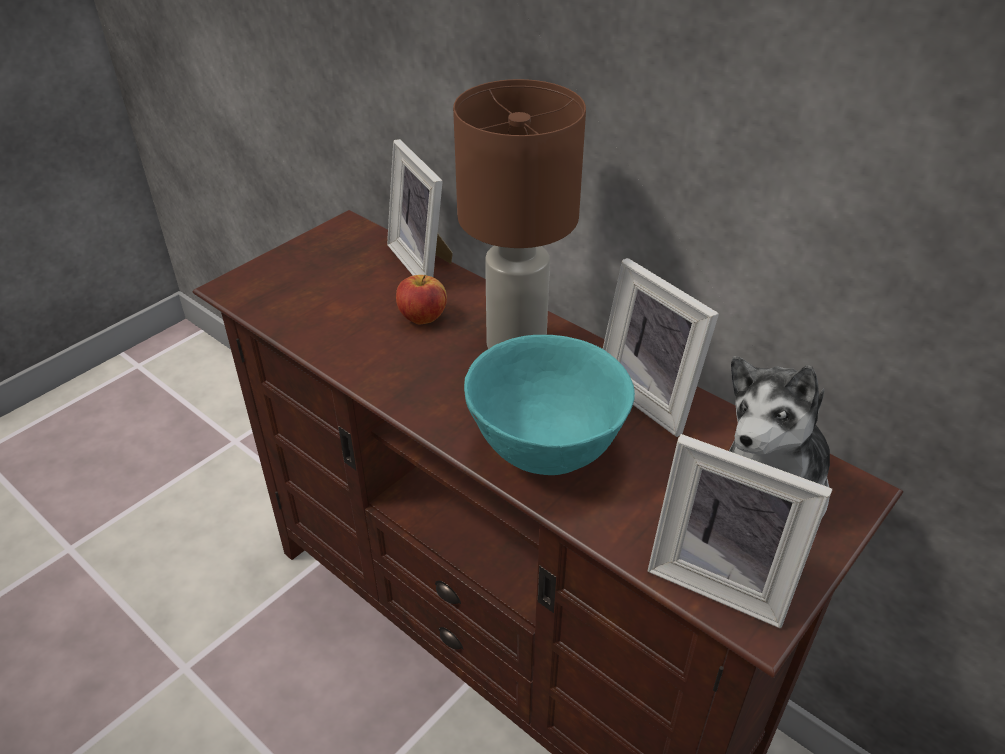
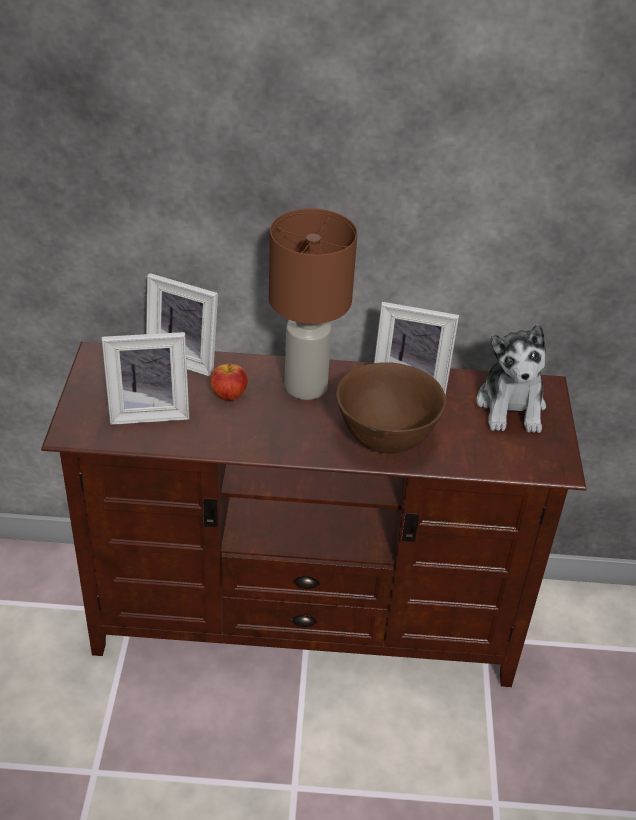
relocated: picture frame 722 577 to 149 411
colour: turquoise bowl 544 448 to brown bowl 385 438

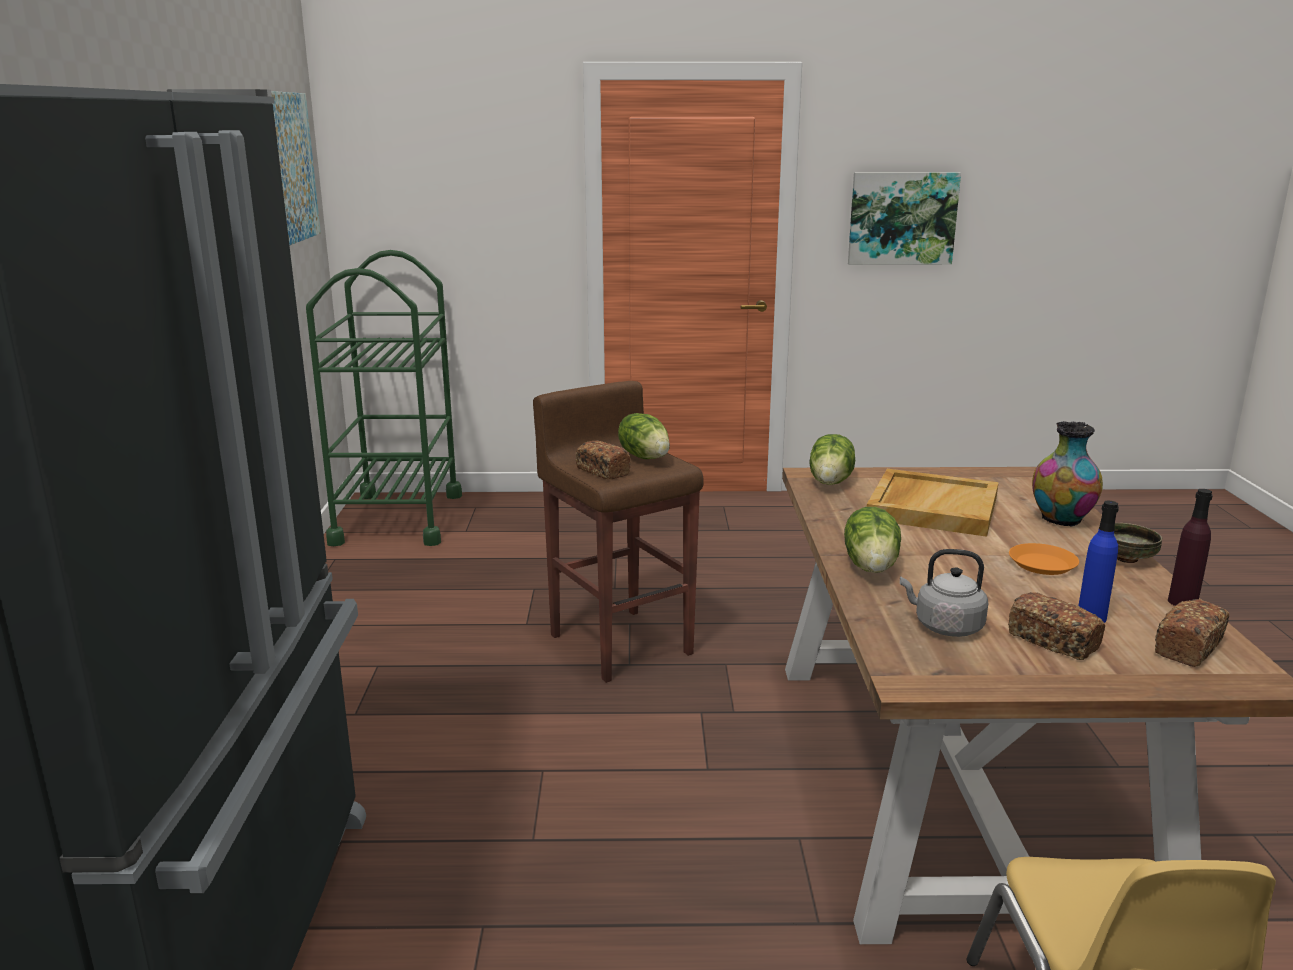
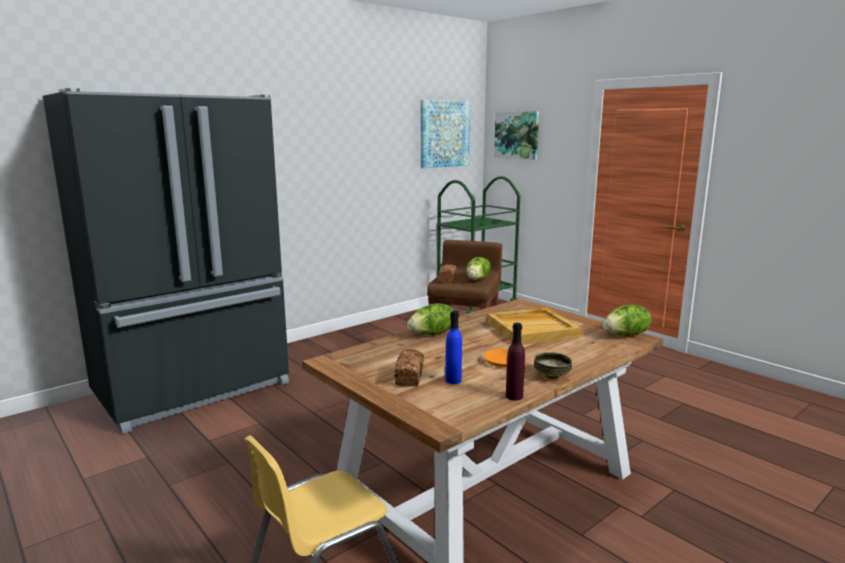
missing: grey kettle 944 626; vase 1061 520; bread 1188 647
relocated: lettuce 831 482 to 626 335; picture 902 218 to 517 135

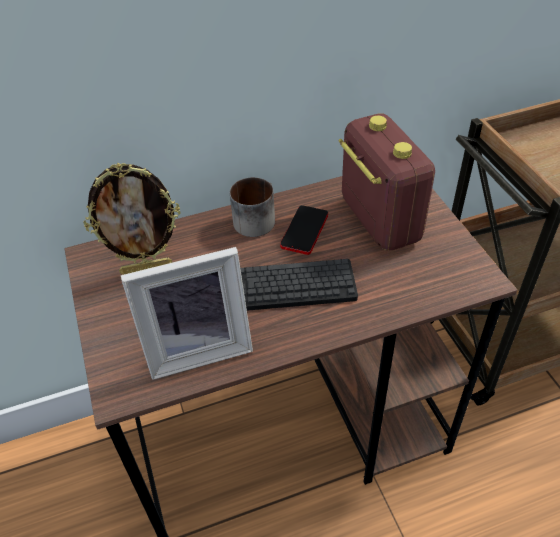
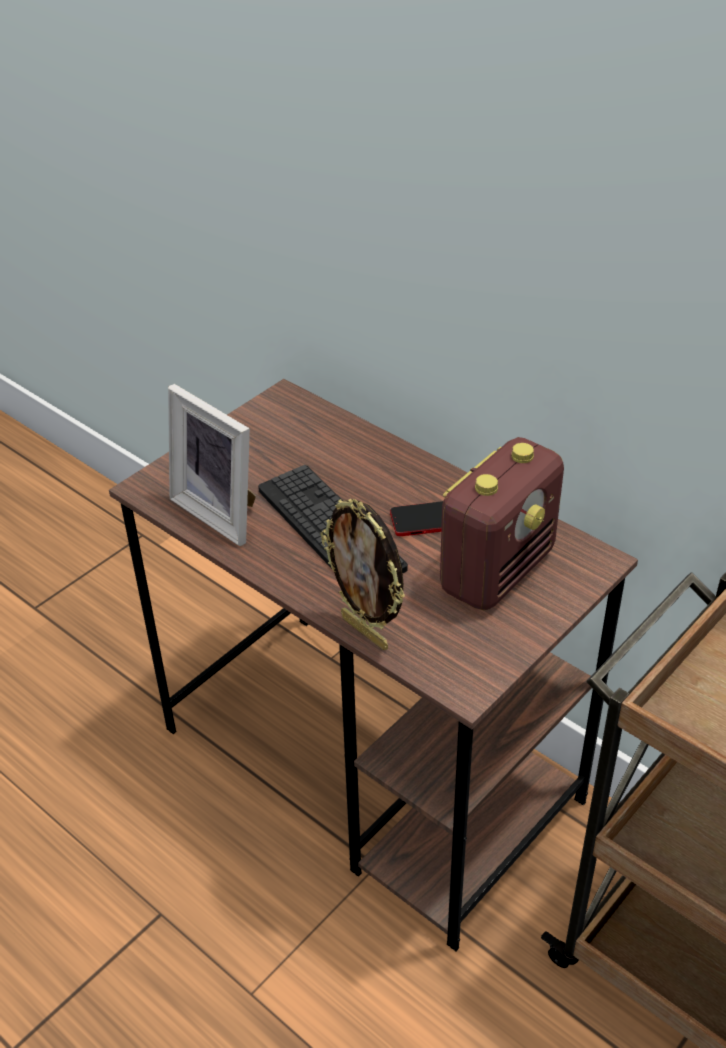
missing: mug 255 218
relocated: picture frame 147 268 to 366 632

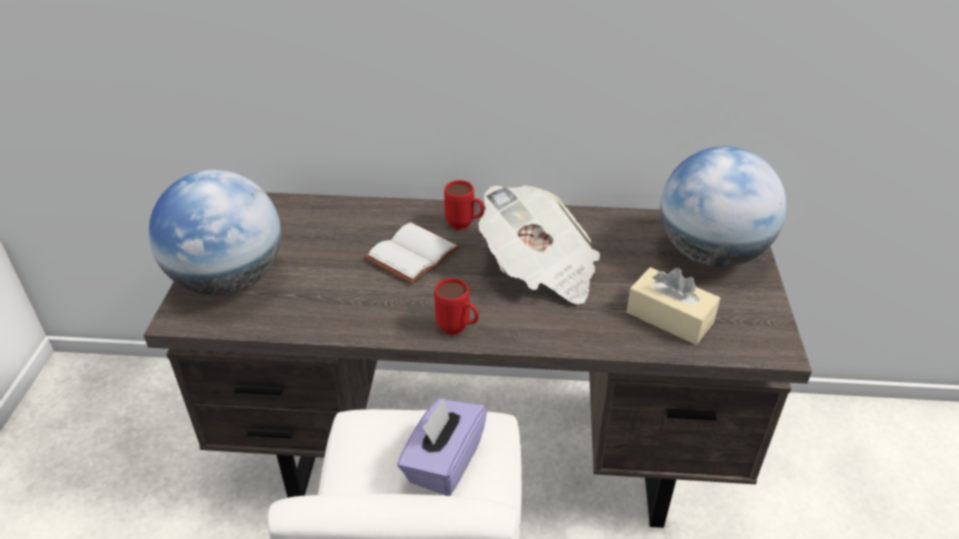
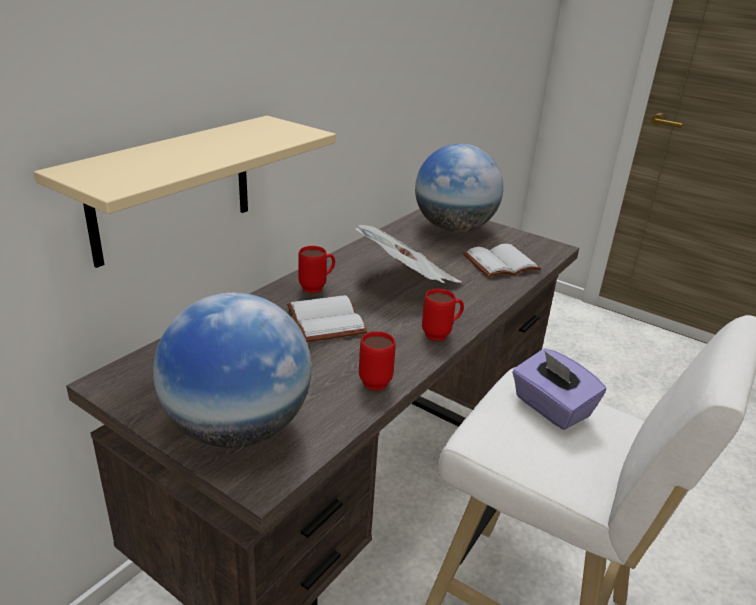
appeared: beige shelf 172 189; red mug 373 379
exchanged: beige tissue box 669 317 to white book 501 262

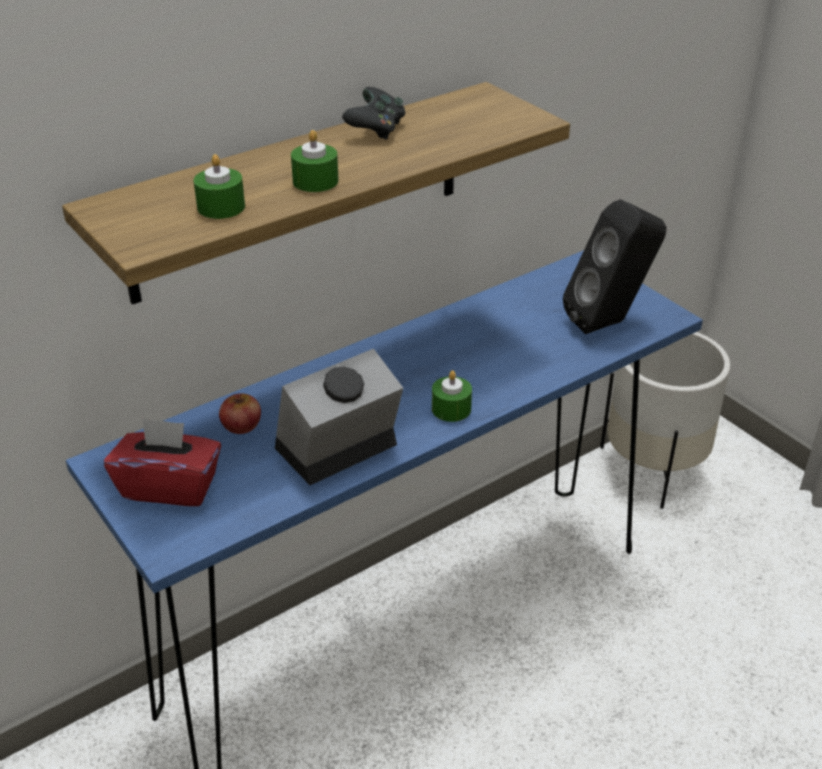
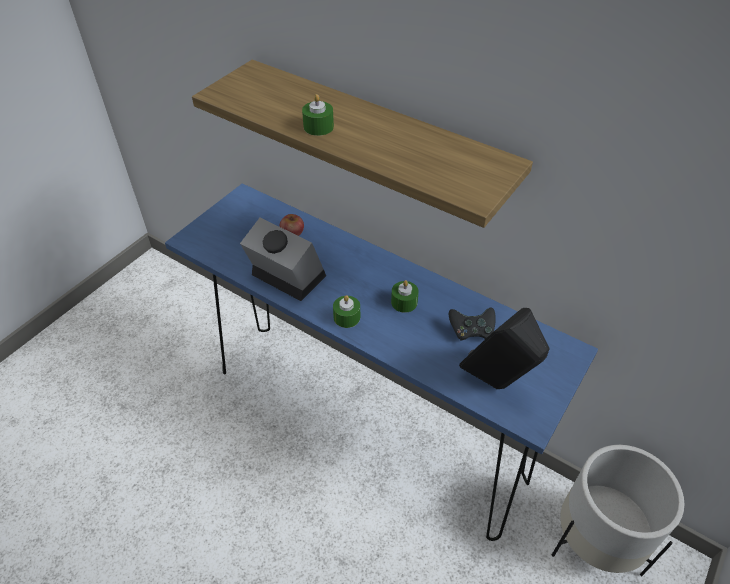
missing: red tissue box 170 486
relocated: green candle 221 207 to 404 302; black game controller 376 130 to 471 331

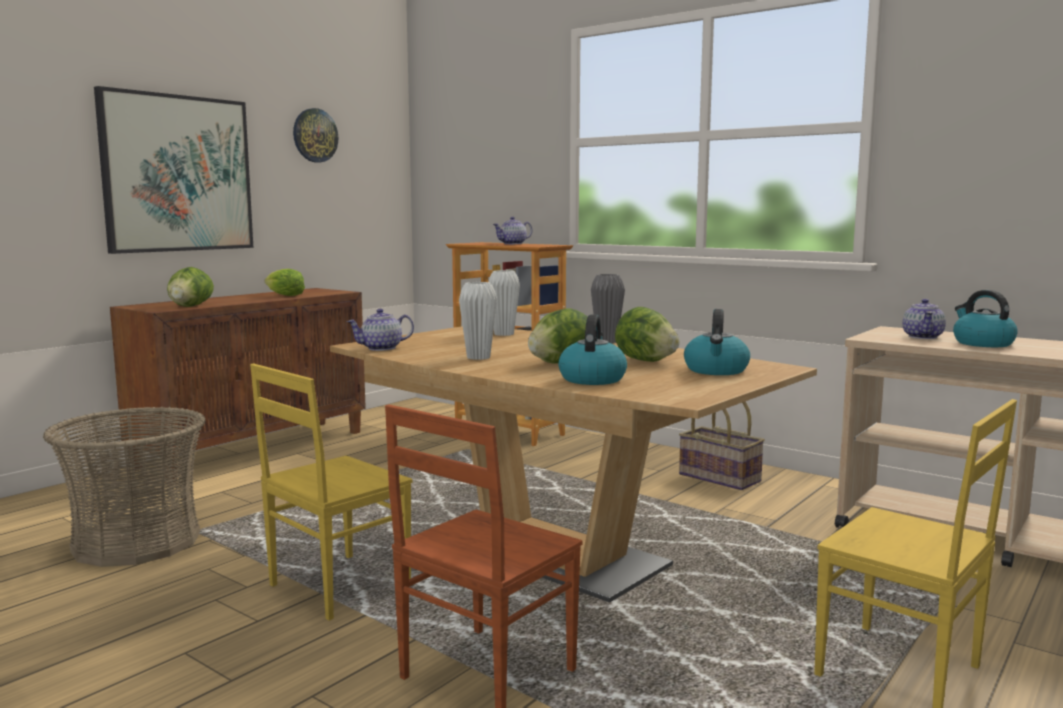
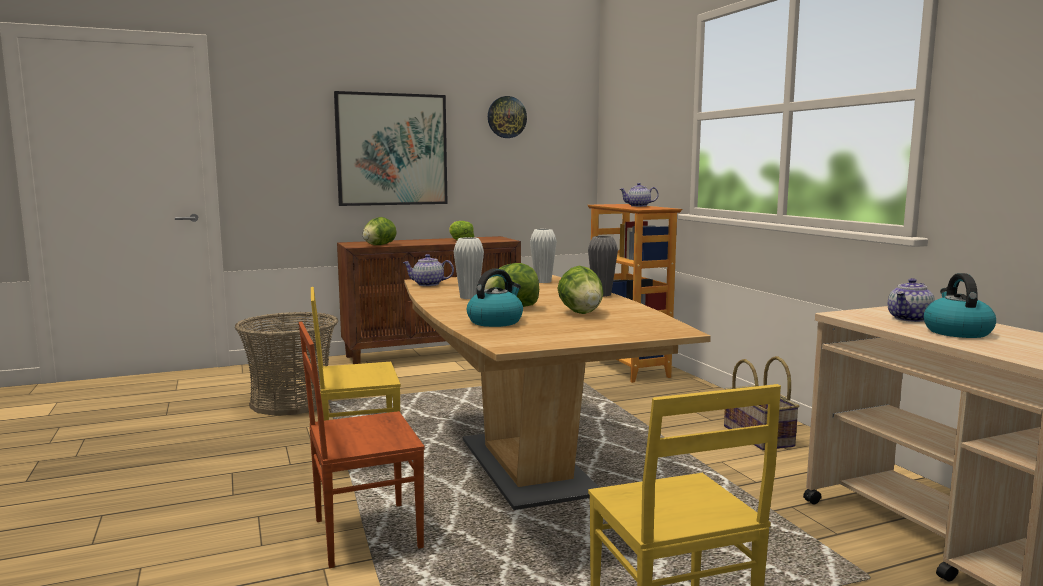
missing: kettle 716 370

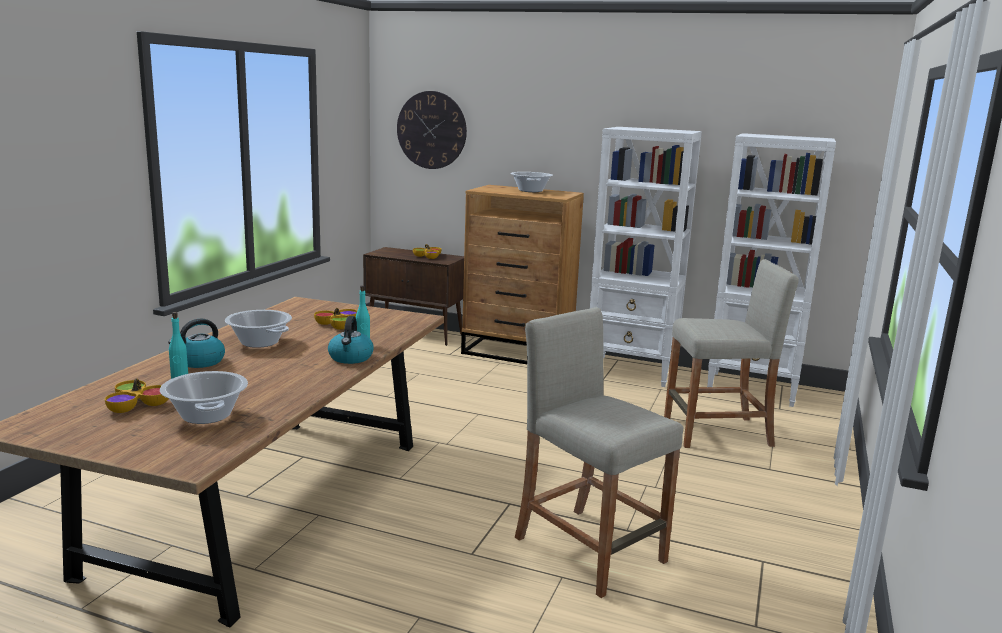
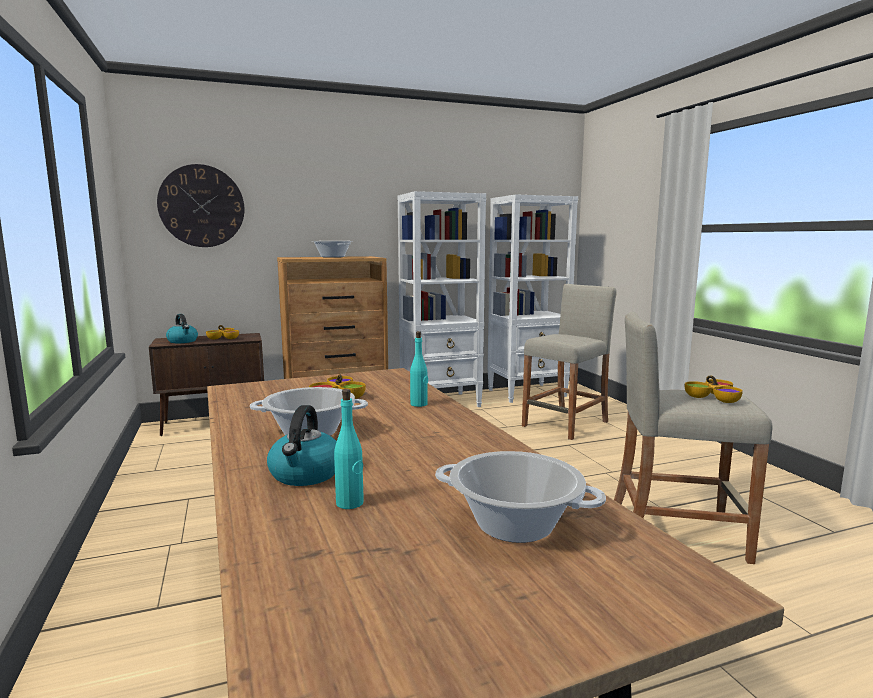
relocated: bowl 136 404 to 713 397; kettle 351 358 to 183 341

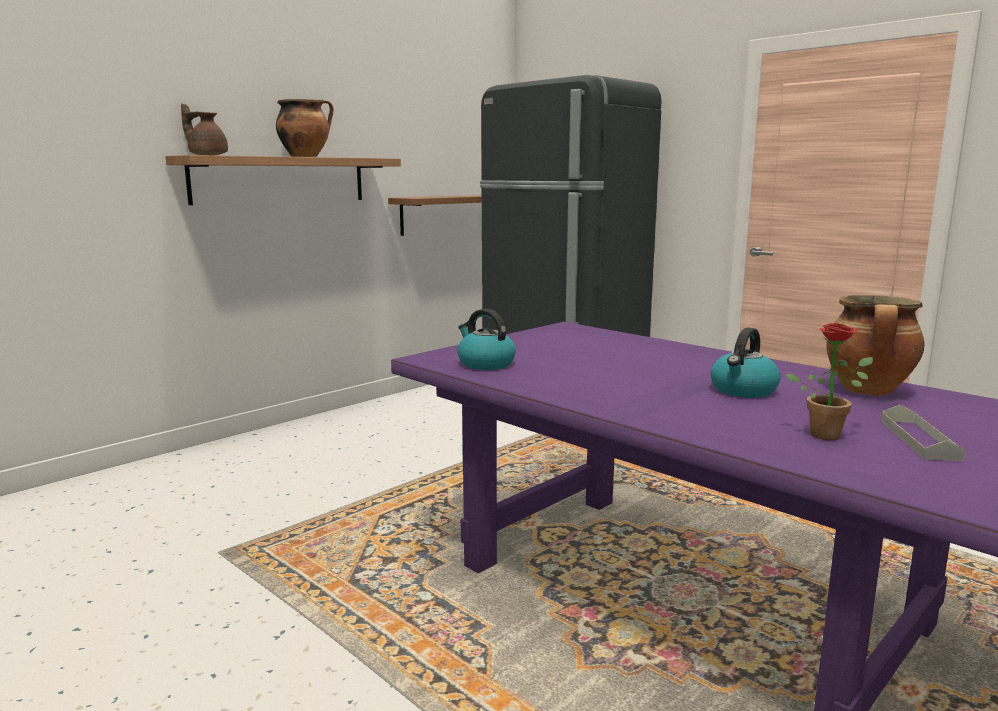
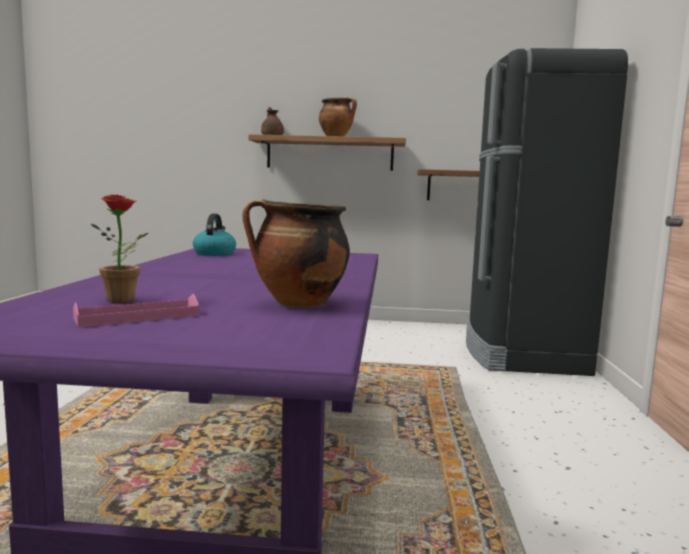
missing: kettle 743 390
colour: grey tray 919 439 to pink tray 138 317

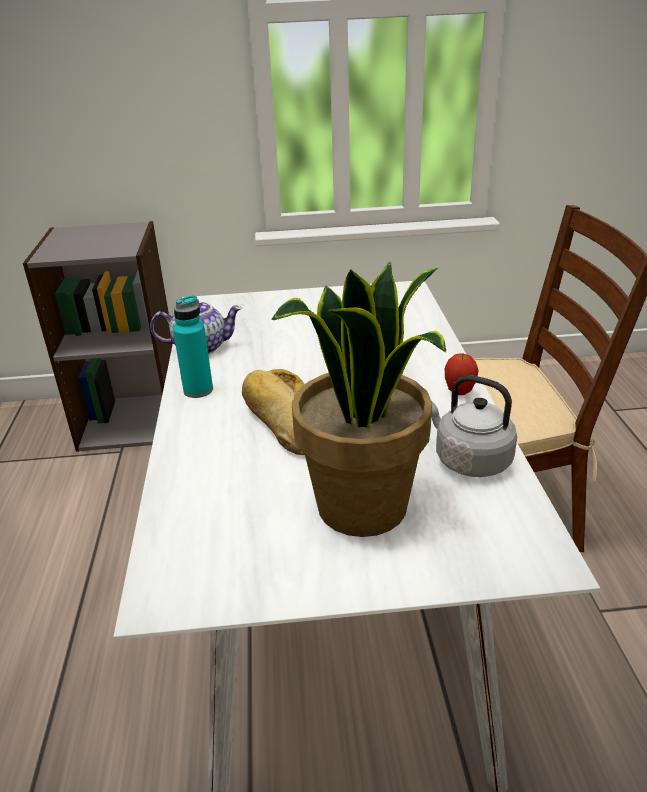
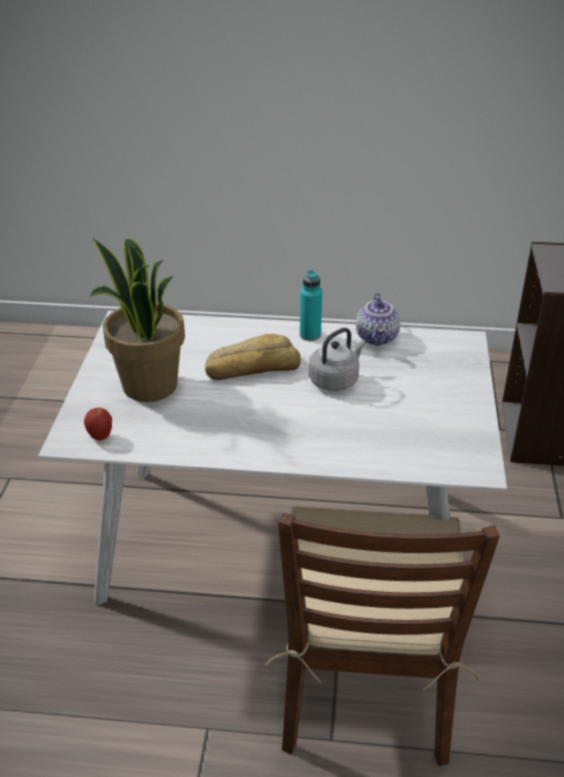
relocated: grey kettle 469 460 to 335 380; apple 459 392 to 100 437

